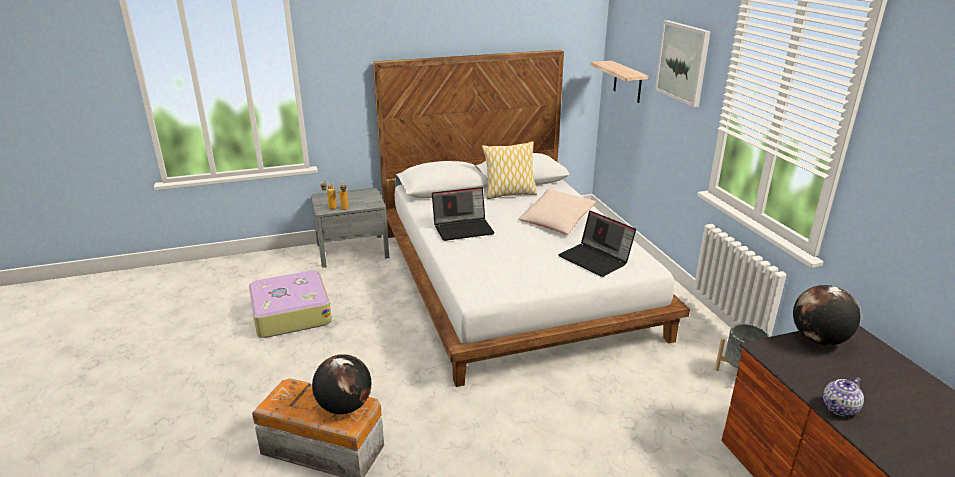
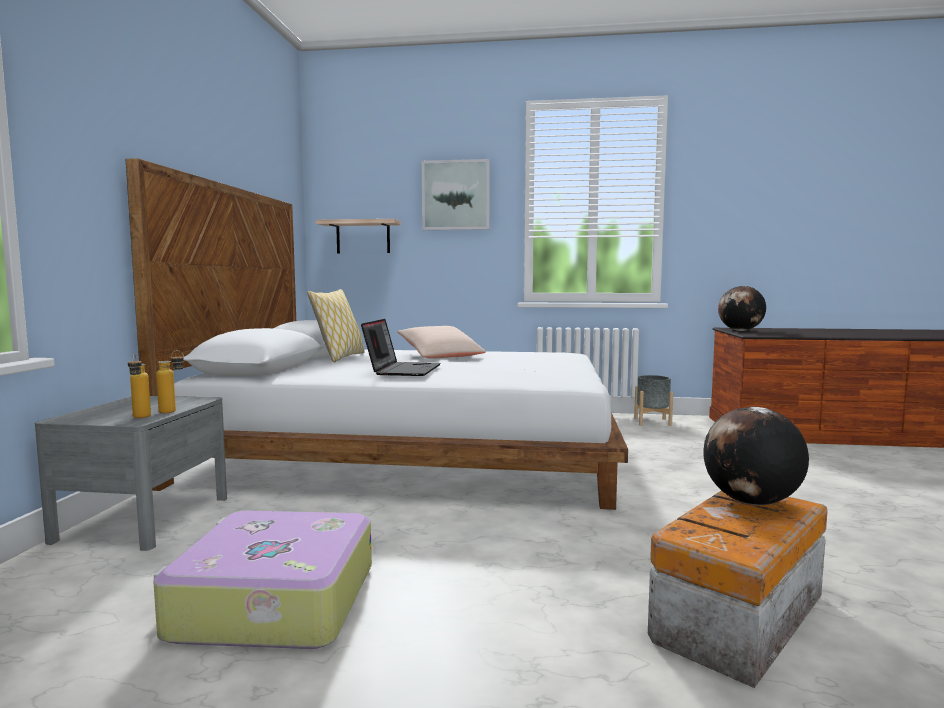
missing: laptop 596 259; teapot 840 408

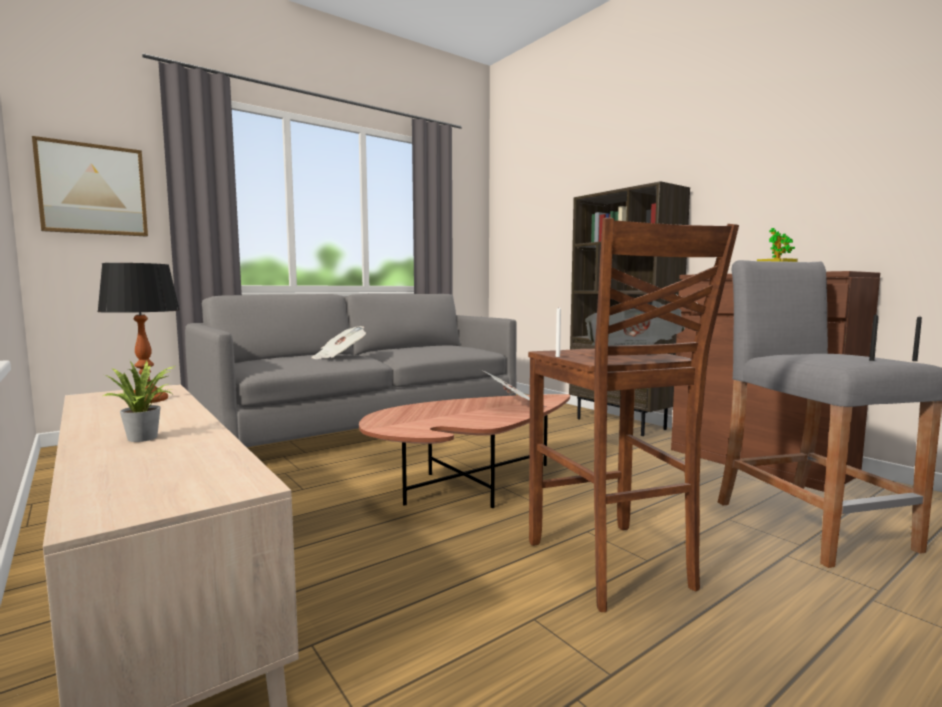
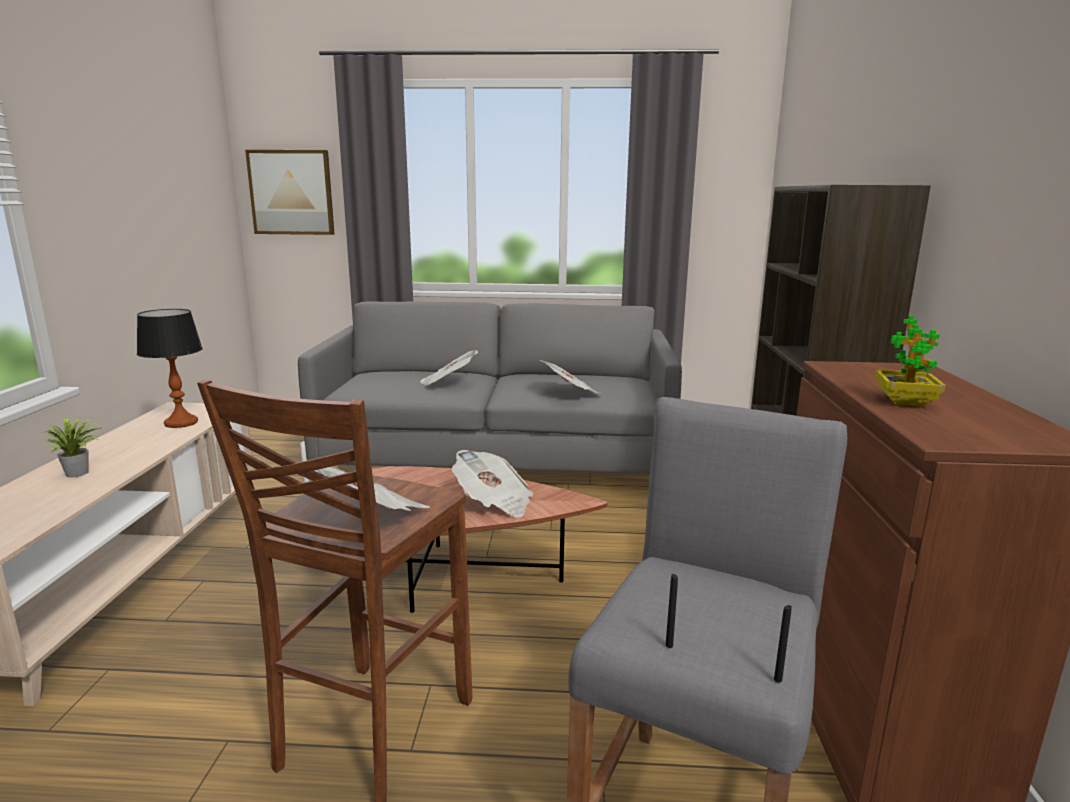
appeared: newspaper 570 393

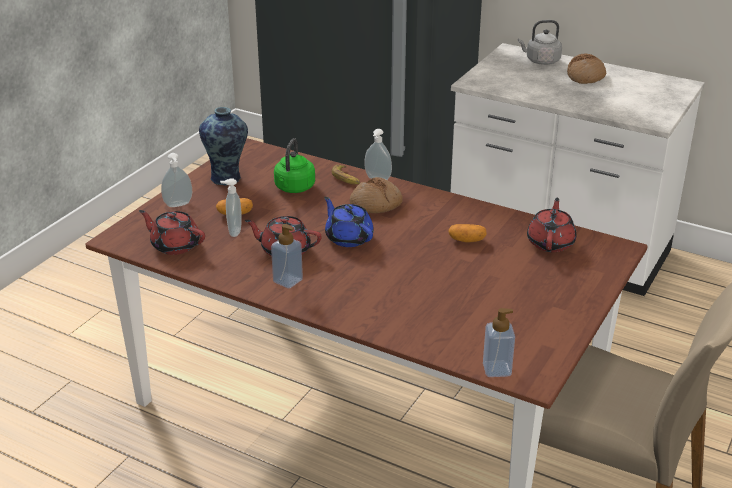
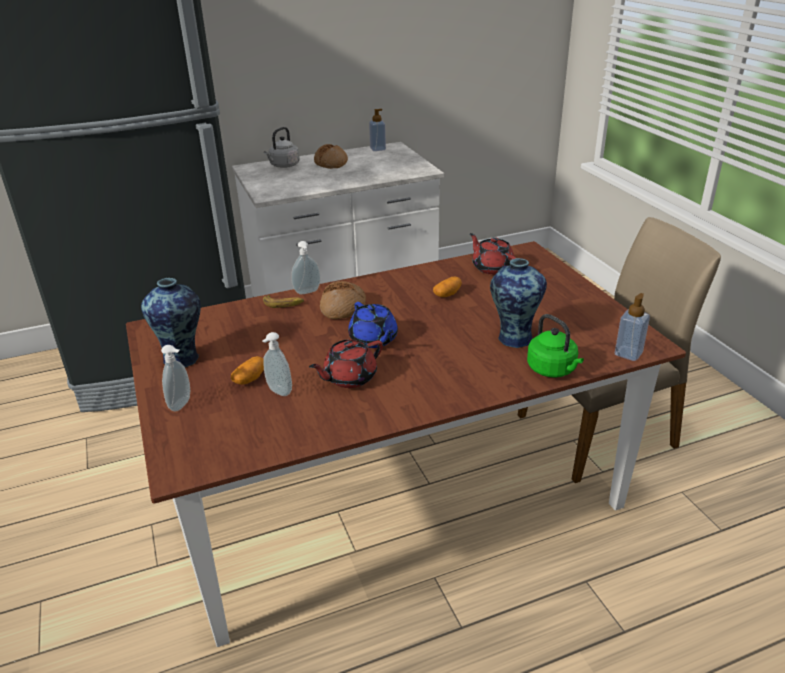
missing: red teapot 175 245
appeared: vase 514 338
relocated: soap dispenser 288 281 to 378 149; green kettle 294 188 to 553 370
spun: blue teapot 348 238 = 373 339 120 degrees counterclockwise

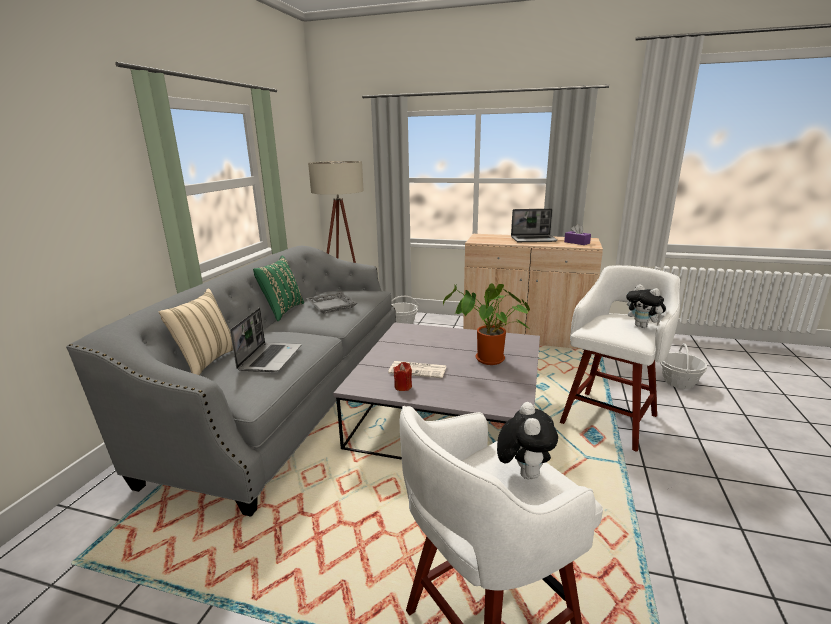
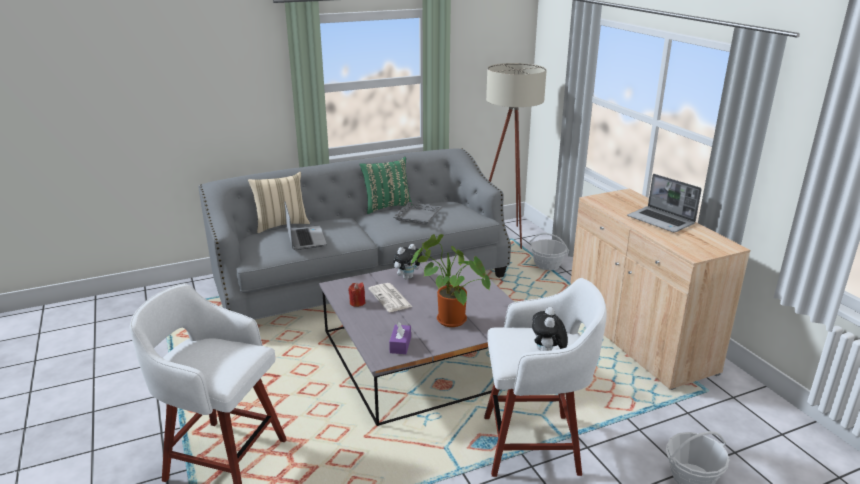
relocated: plush toy 523 473 to 407 277; purple tissue box 577 242 to 400 345
spun: laptop 270 358 = 305 238 75 degrees counterclockwise

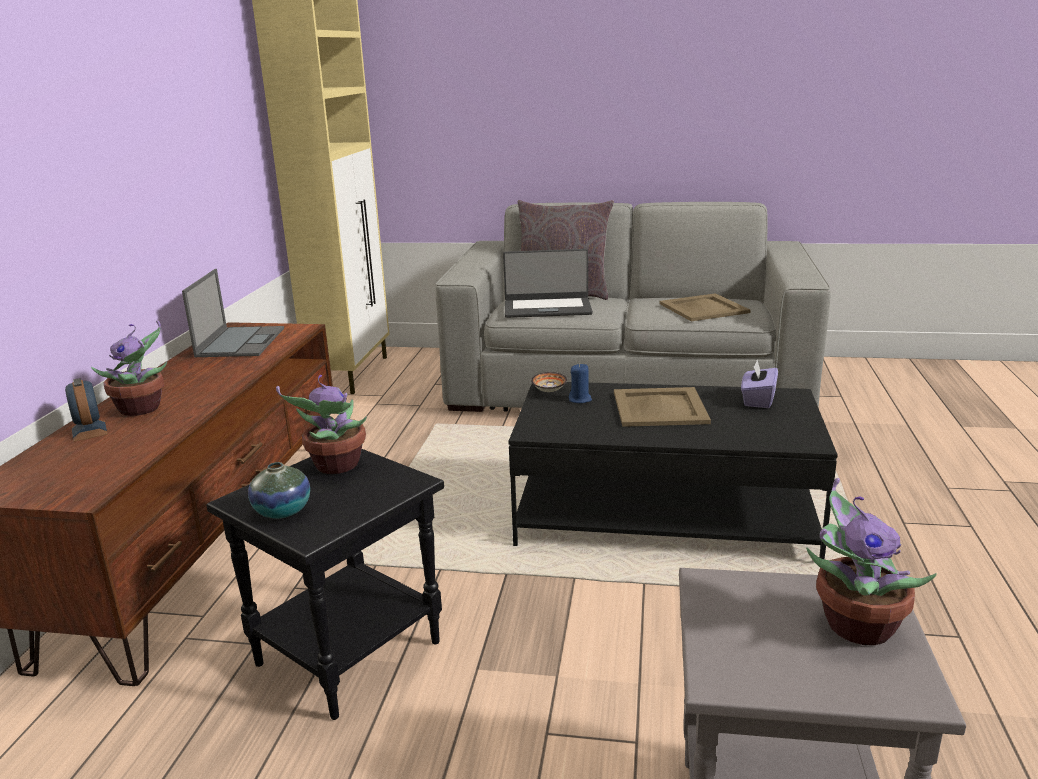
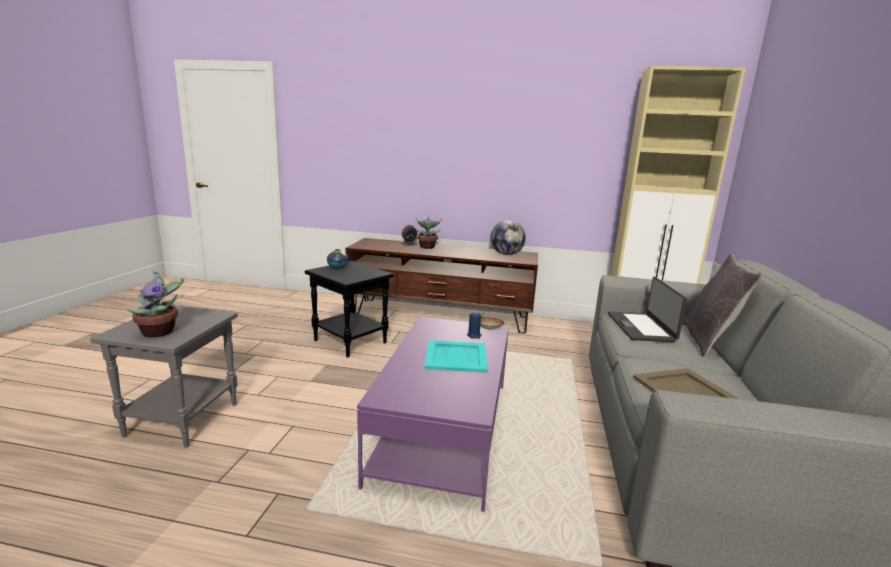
missing: potted plant 335 466; purple tissue box 757 400
exchanged: laptop 241 342 to globe 506 254
colour: black coffee table 664 515 to purple coffee table 444 430; beige tray 659 408 to turquoise tray 455 356

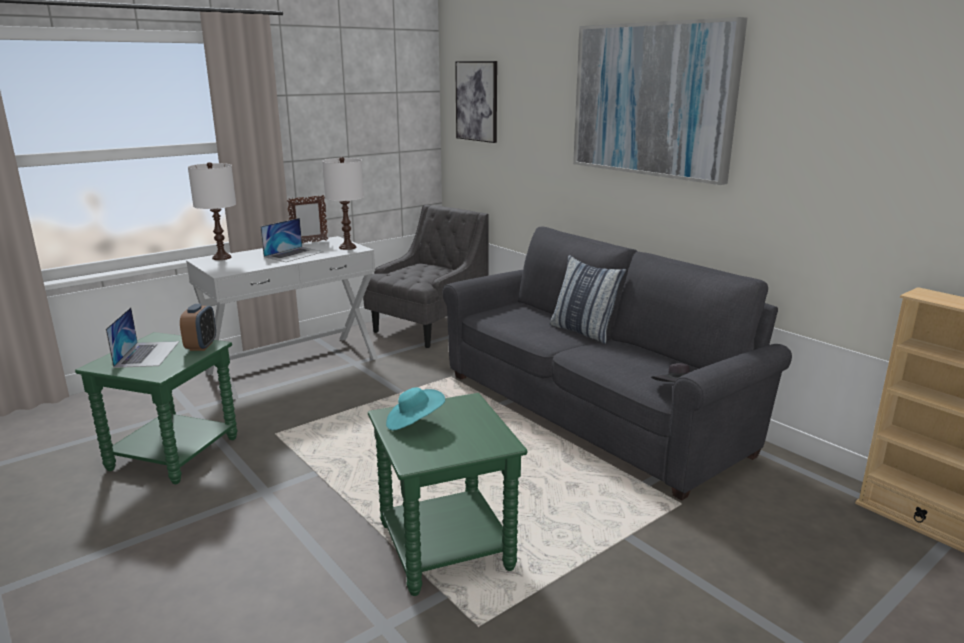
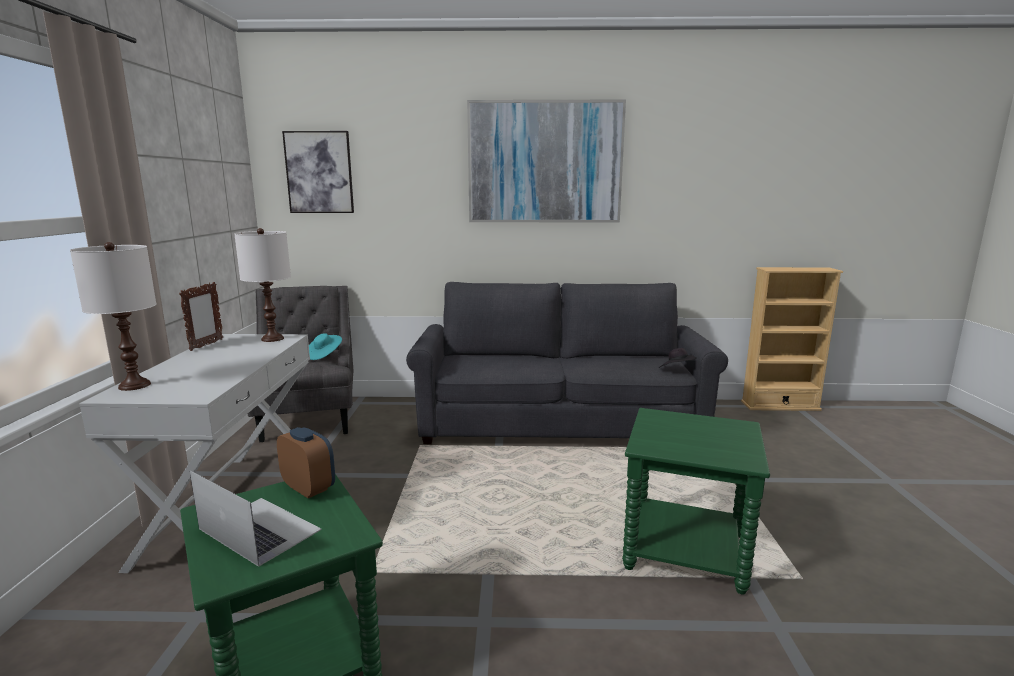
missing: laptop 294 254; pillow 583 331
relocated: turquoise hat 414 423 to 324 355

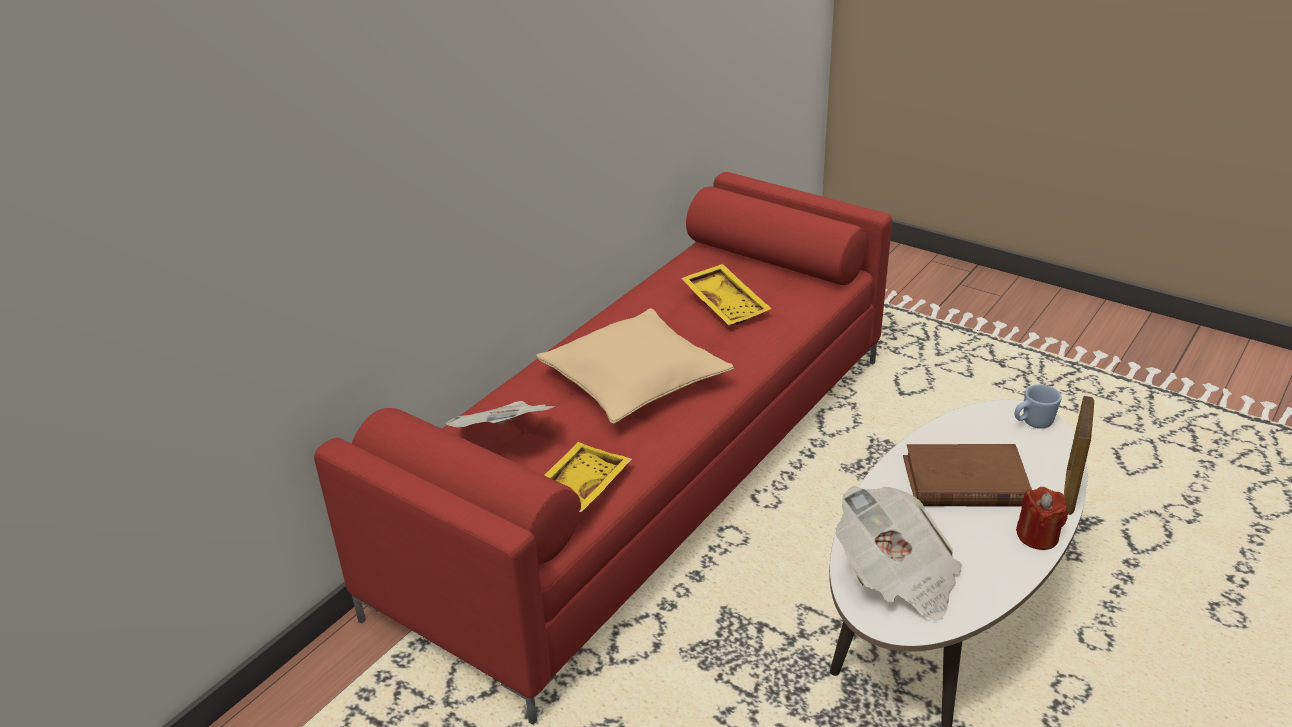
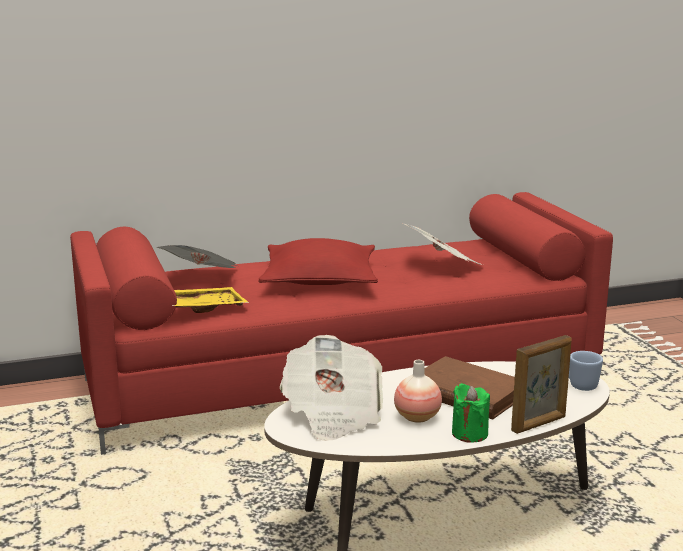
appeared: vase 417 417
exchanged: yellow tray 727 304 to newspaper 442 265
colour: beige pillow 634 380 to red pillow 319 279; red candle 1037 536 to green candle 469 434

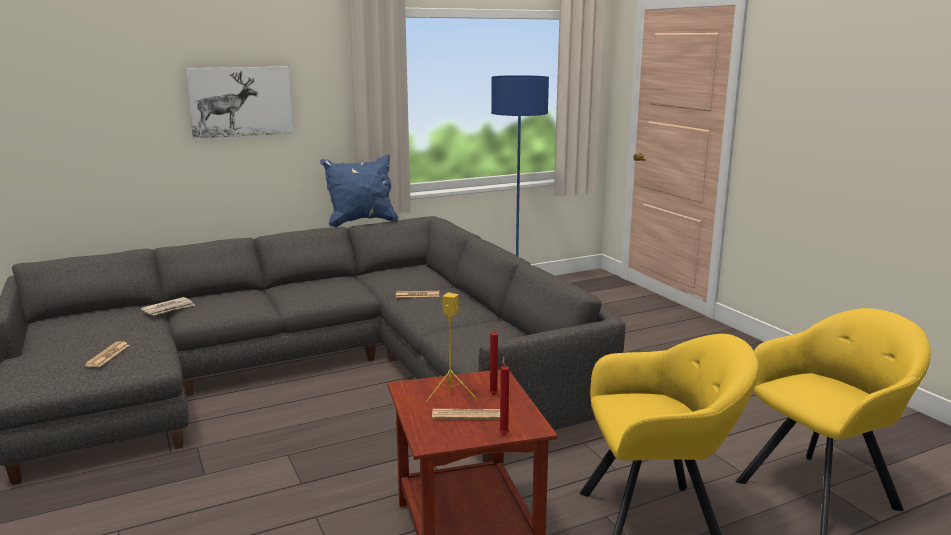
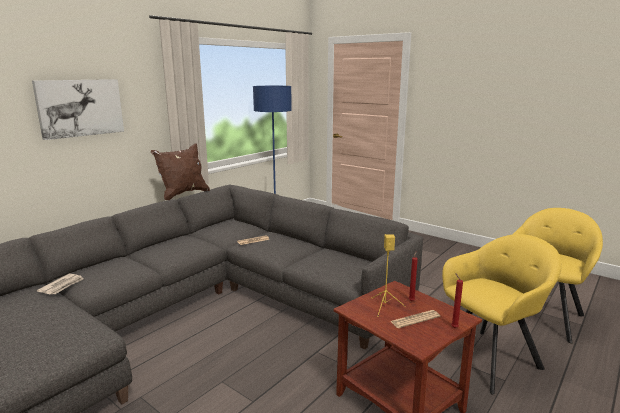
missing: newspaper 108 355
colour: blue pillow 361 222 to brown pillow 183 194

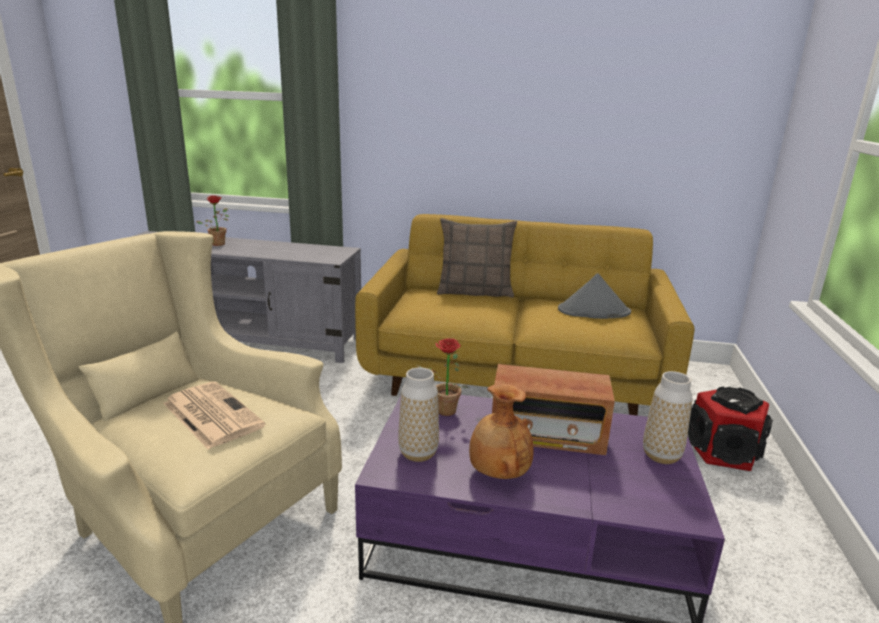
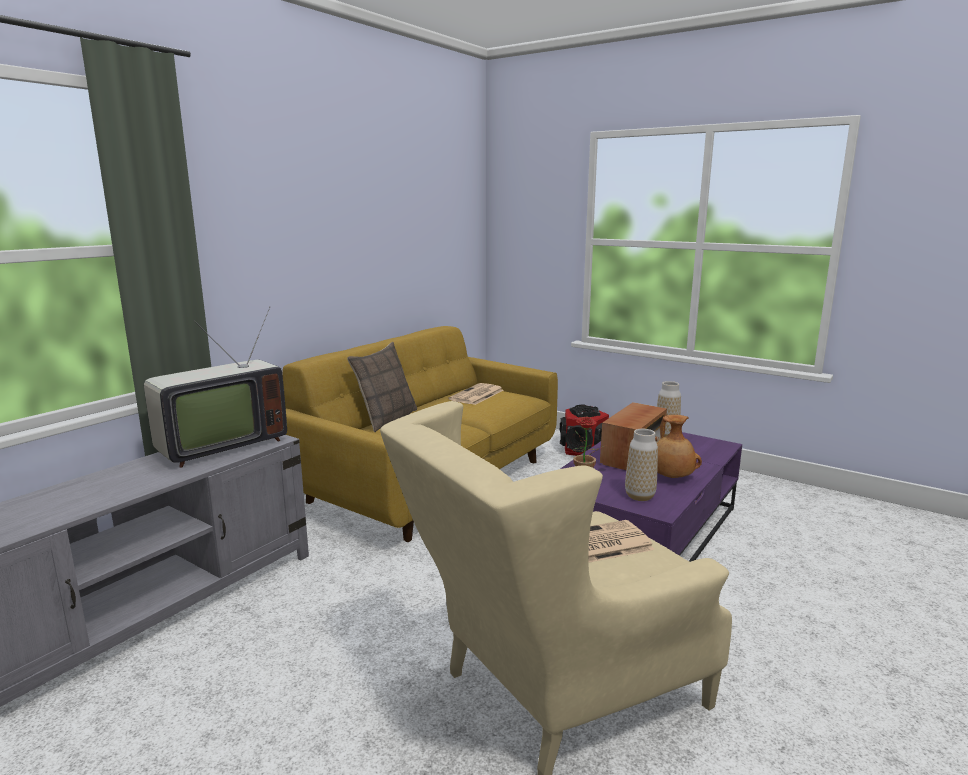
missing: potted plant 219 243
appeared: television 219 446
exchanged: grey hat 593 311 to newspaper 476 395

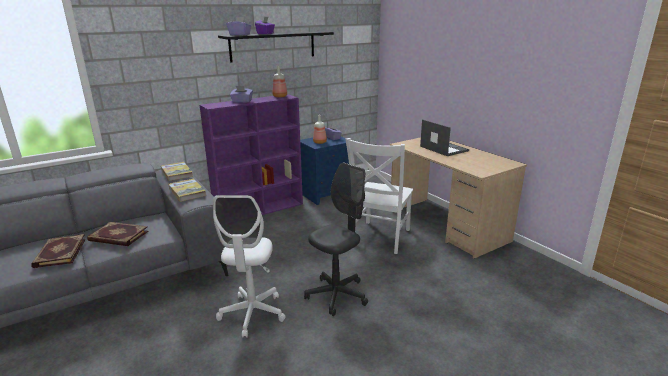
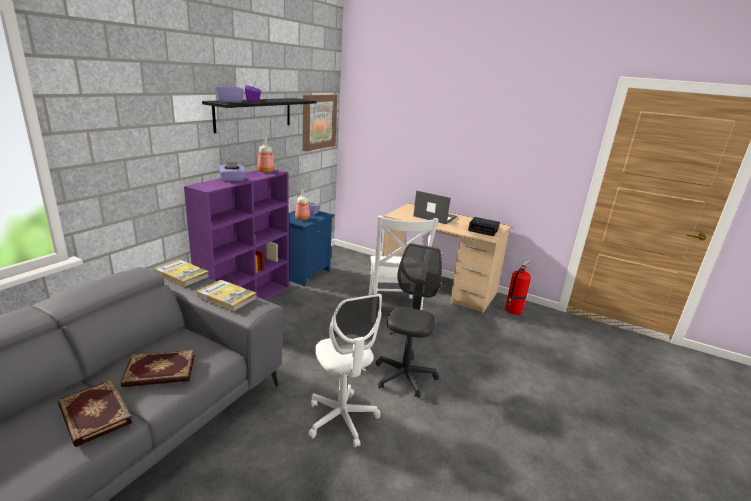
appeared: picture 318 121; alarm clock 483 230; fire extinguisher 513 310

